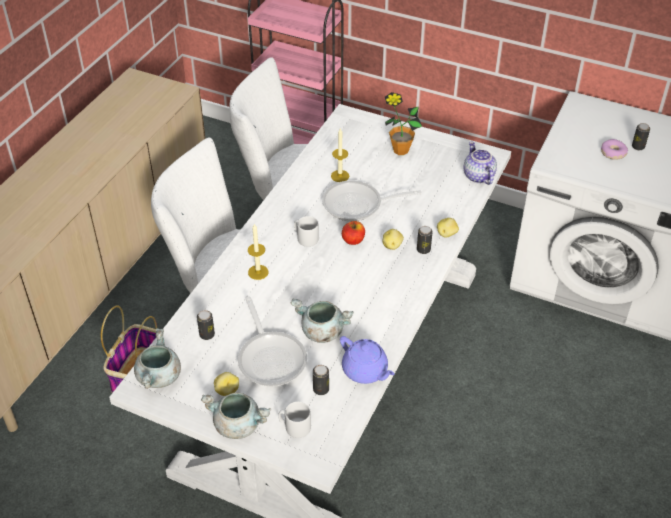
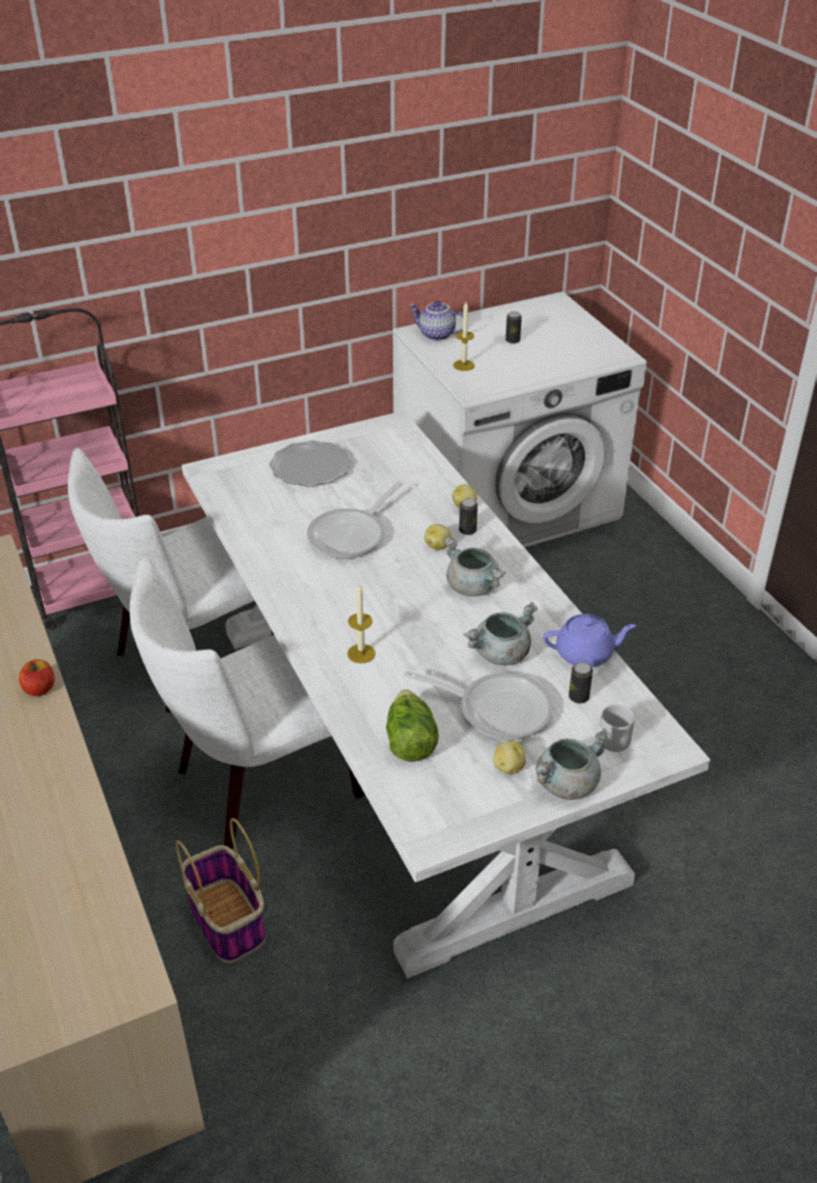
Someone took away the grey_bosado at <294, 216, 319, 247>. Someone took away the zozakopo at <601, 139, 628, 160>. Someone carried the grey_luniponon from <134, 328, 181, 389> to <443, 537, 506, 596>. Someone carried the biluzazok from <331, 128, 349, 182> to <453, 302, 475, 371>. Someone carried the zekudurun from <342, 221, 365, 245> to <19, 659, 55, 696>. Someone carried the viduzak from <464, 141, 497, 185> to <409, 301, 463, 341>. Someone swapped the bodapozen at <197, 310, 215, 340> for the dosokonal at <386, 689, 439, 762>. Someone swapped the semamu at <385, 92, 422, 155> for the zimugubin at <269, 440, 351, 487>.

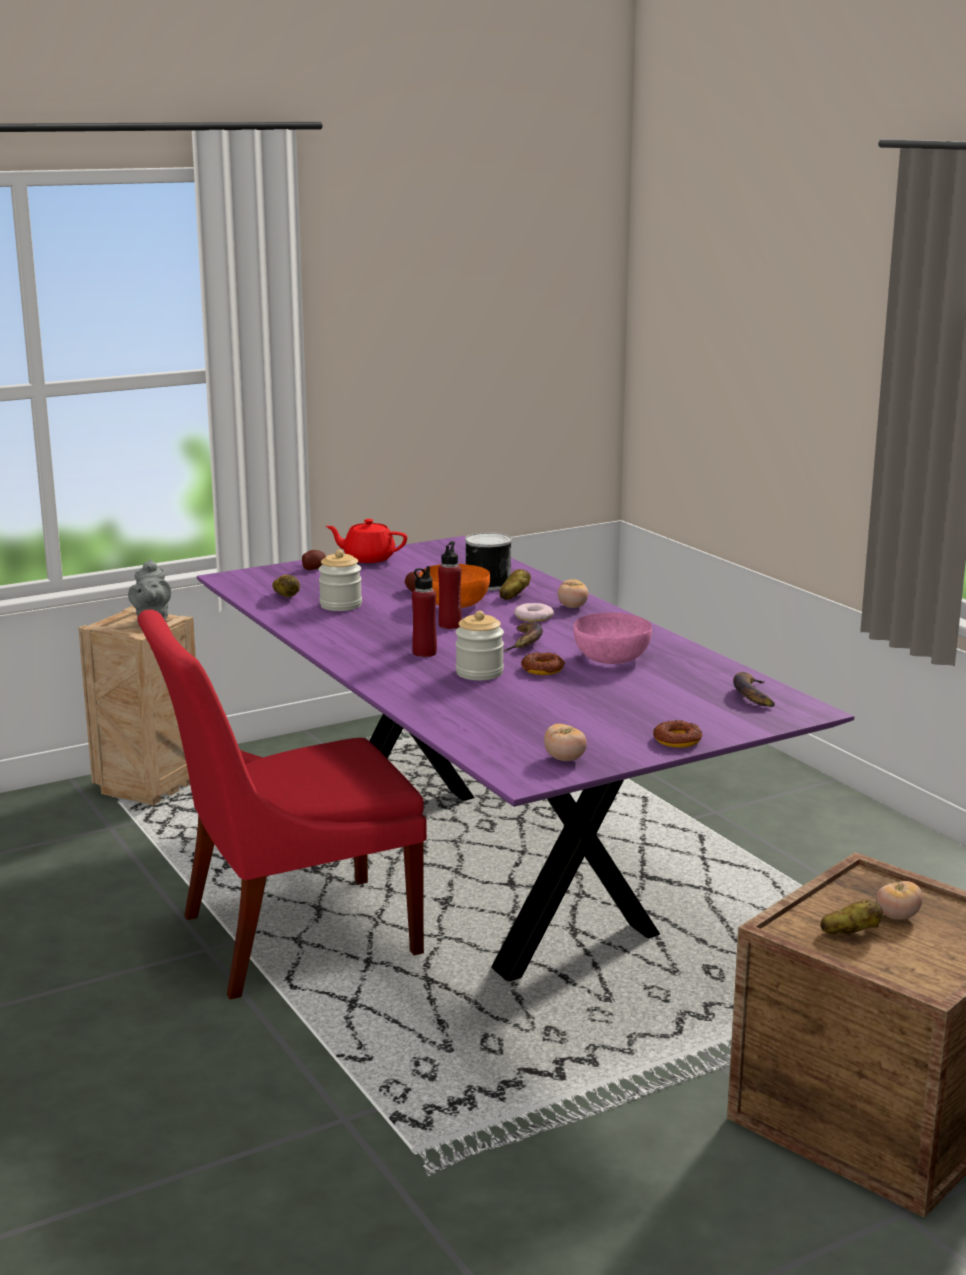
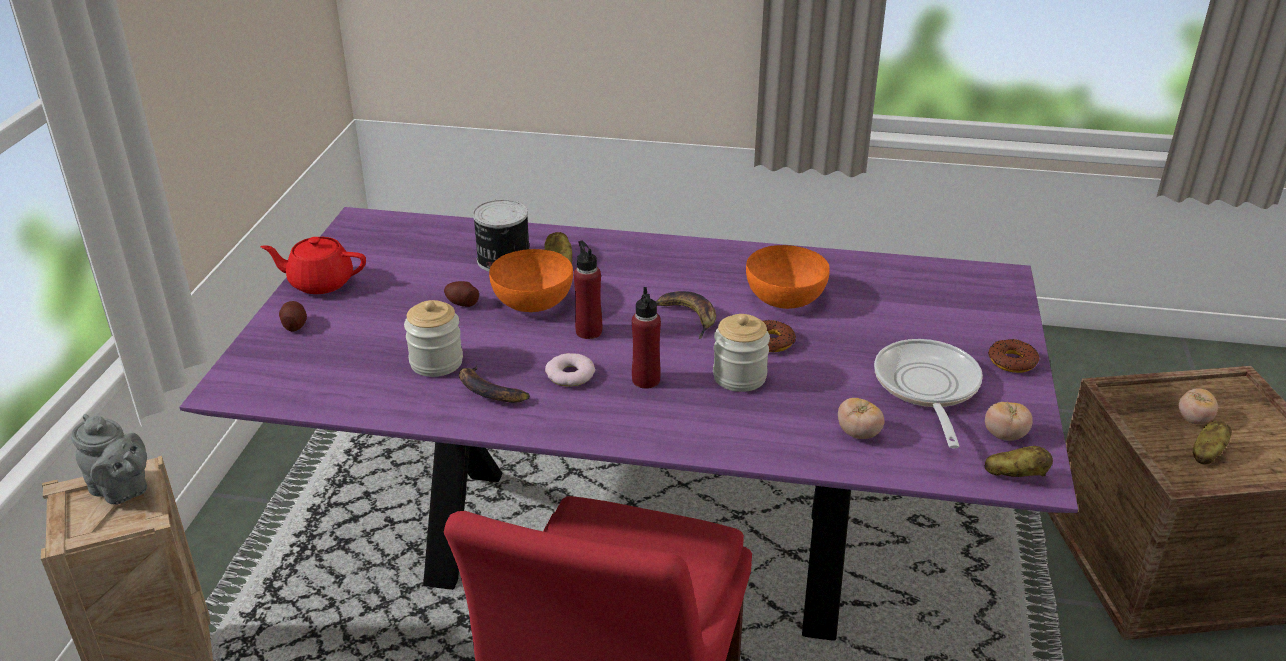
Someone put down the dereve at <874, 339, 983, 448>. Someone carried the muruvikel from <272, 575, 300, 597> to <985, 446, 1053, 477>. Someone carried the zozakopo from <514, 603, 554, 622> to <545, 353, 595, 387>. Someone carried the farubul from <558, 579, 588, 608> to <838, 398, 884, 439>. Someone carried the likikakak from <733, 672, 775, 707> to <459, 365, 530, 403>. Someone repainted the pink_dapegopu at <573, 612, 652, 664>, which became the orange_dapegopu at <746, 245, 830, 309>. Someone rotated the red_viduzak at <326, 519, 407, 563> by 45 degrees clockwise.

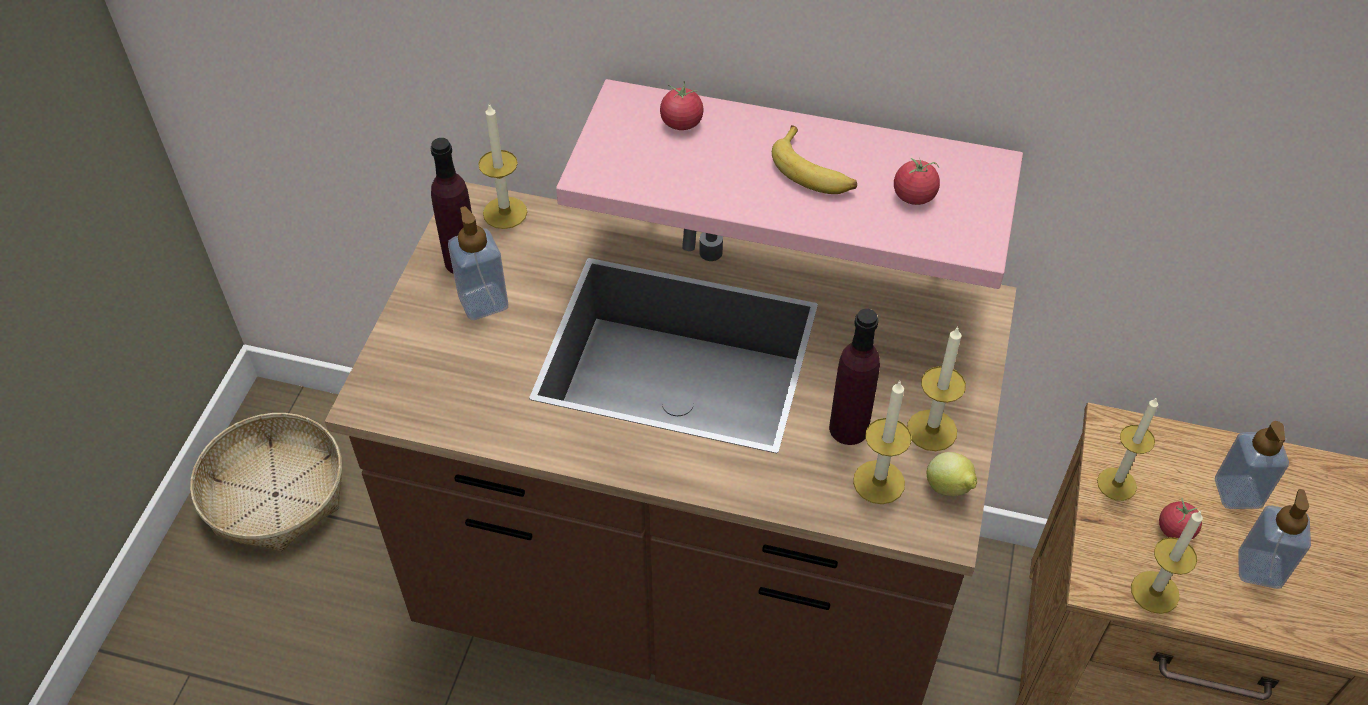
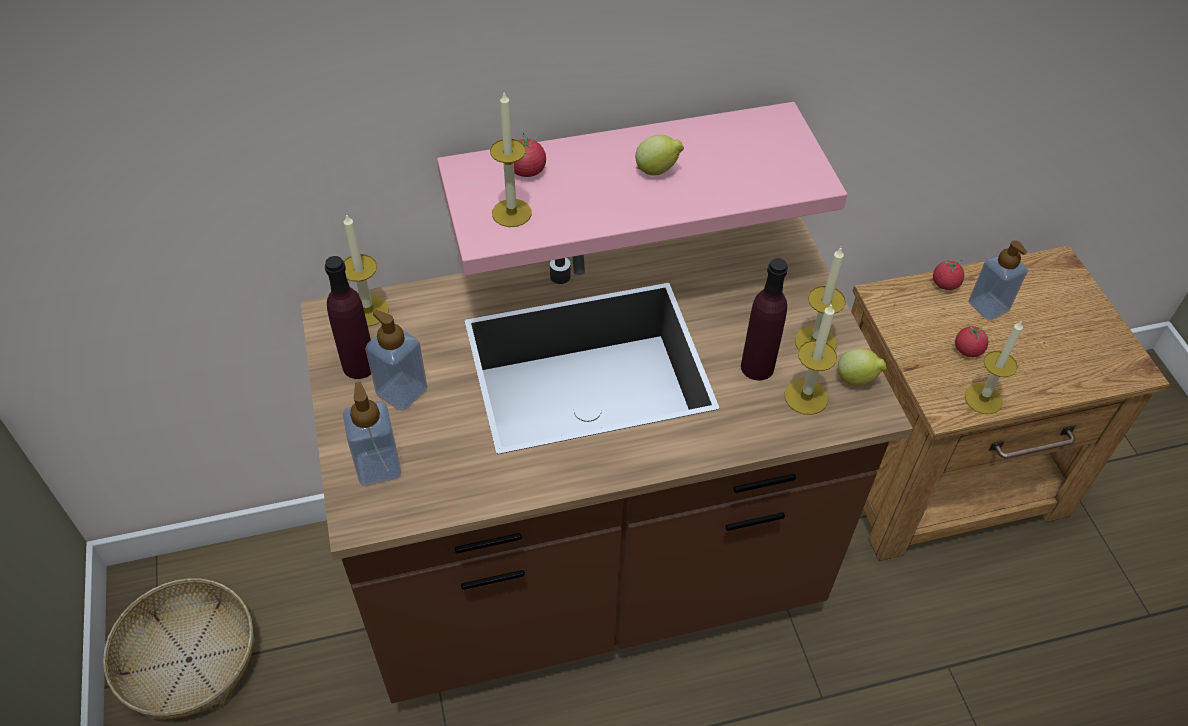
Someone carried the farubul from <894, 157, 940, 205> to <933, 259, 964, 290>. Someone carried the biluzazok from <1097, 397, 1158, 501> to <490, 93, 532, 227>. Someone carried the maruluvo from <1238, 489, 1311, 589> to <343, 382, 401, 485>. Someone swapped the likikakak at <772, 125, 857, 194> for the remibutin at <635, 135, 684, 176>.

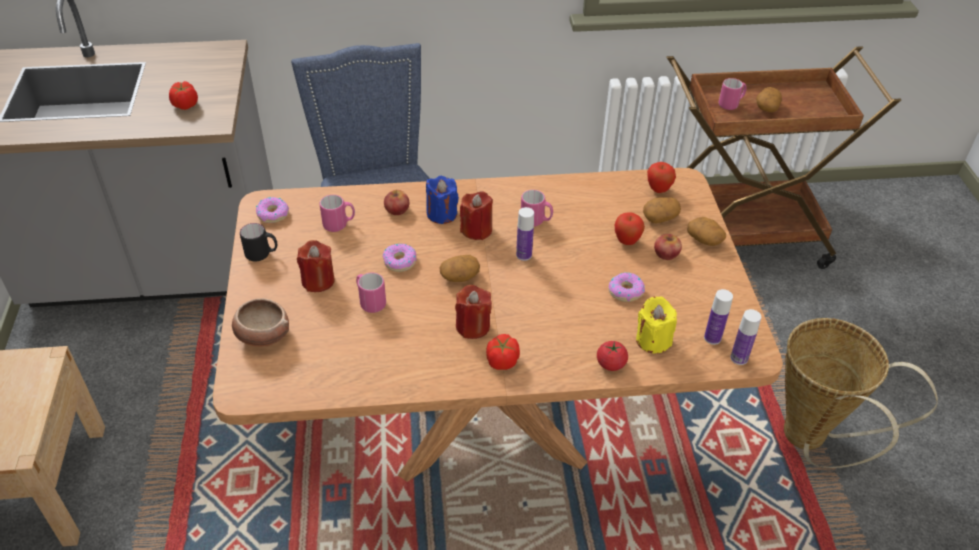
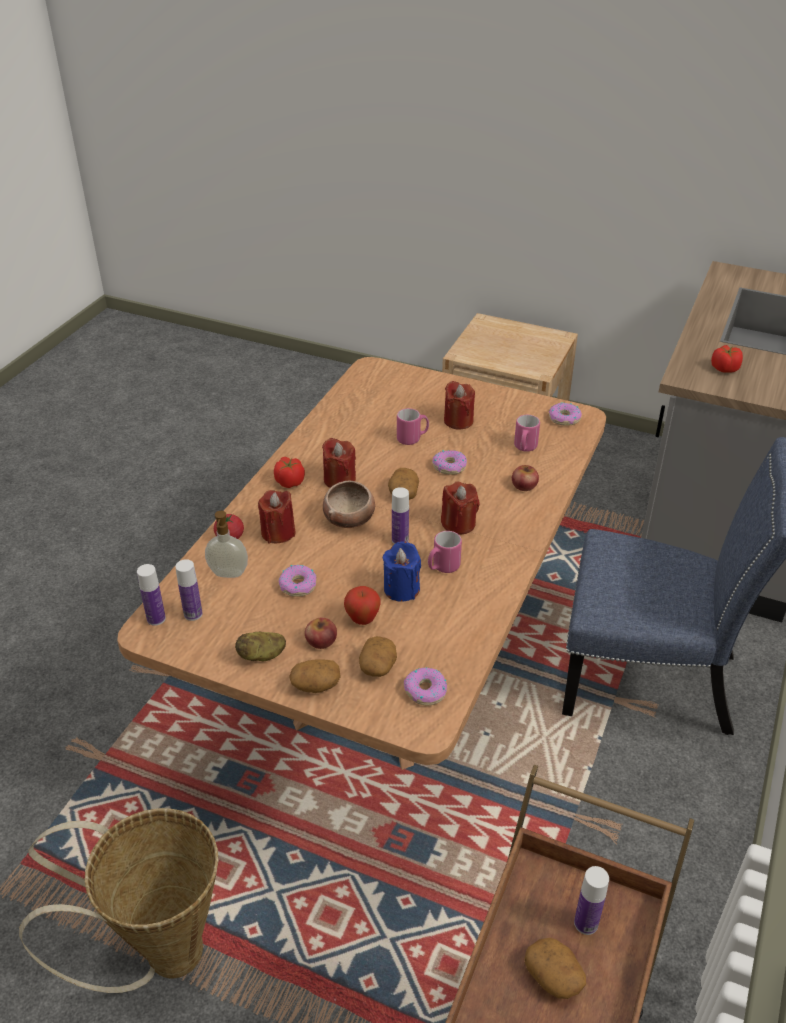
Someone took away the black_bosado at <240, 223, 277, 261>. Someone put down the muruvikel at <235, 631, 286, 661>. Someone put down the red_biluzazok at <258, 490, 295, 543>. Someone carried the dapegopu from <232, 298, 289, 347> to <323, 481, 375, 528>. Someone carried the blue_biluzazok from <426, 176, 459, 224> to <383, 541, 421, 602>. Someone swapped the yellow_biluzazok at <636, 297, 677, 353> for the maruluvo at <205, 511, 248, 578>. Someone swapped the zekudurun at <647, 162, 676, 193> for the zozakopo at <404, 667, 447, 705>. Someone swapped the pink_bosado at <719, 78, 747, 110> for the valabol at <574, 866, 609, 935>.

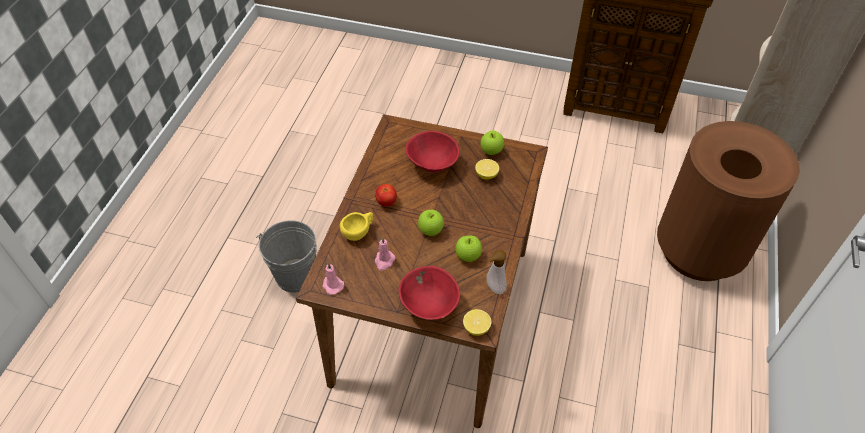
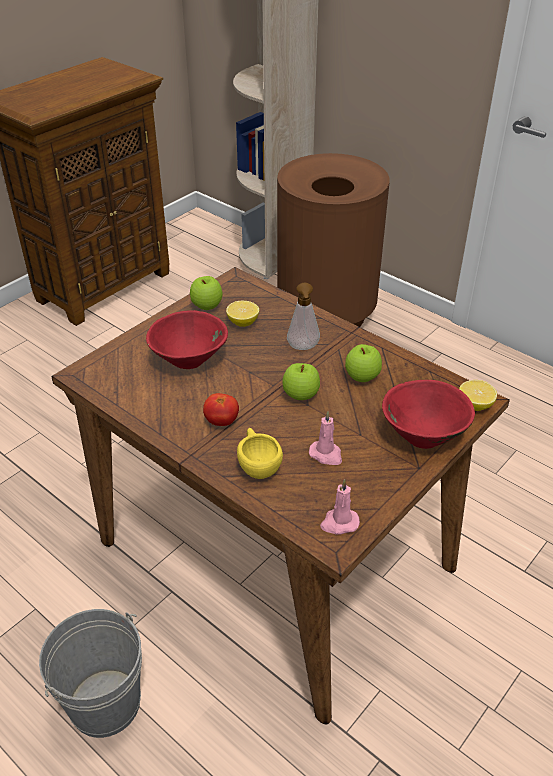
Someone carried the maruluvo from <486, 250, 507, 294> to <287, 283, 320, 350>.

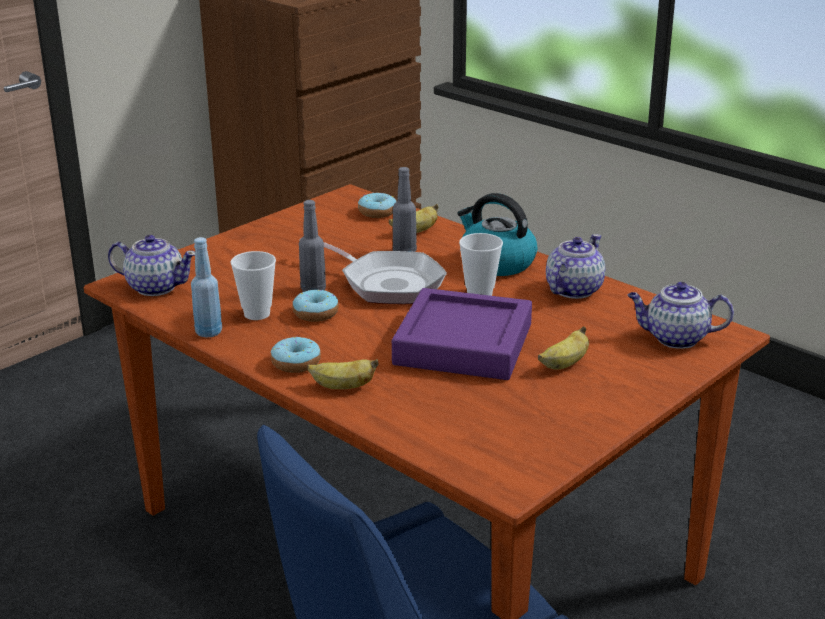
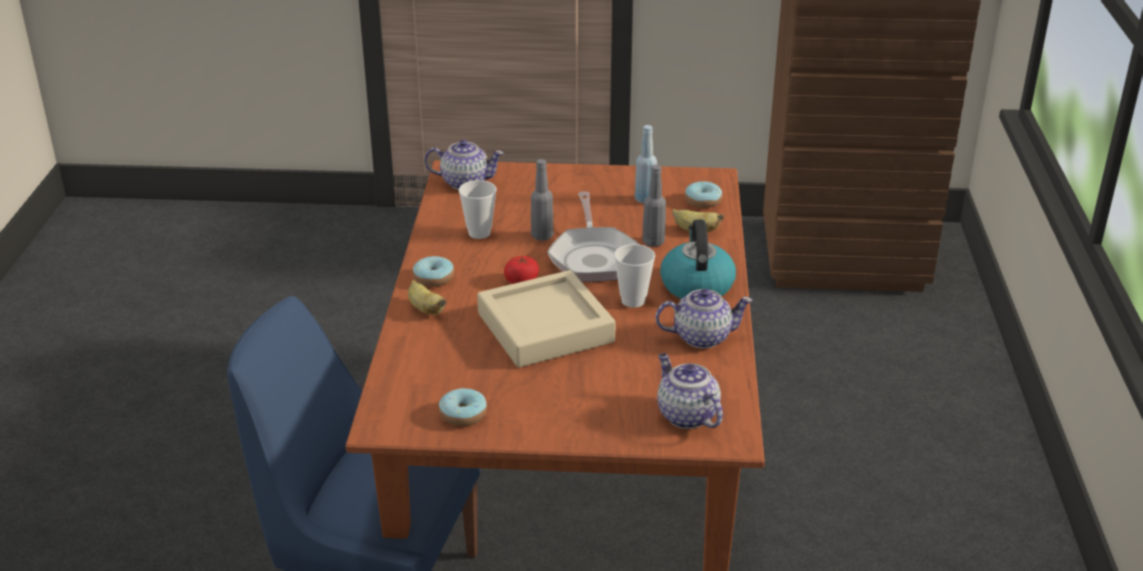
Someone took away the likikakak at <538, 326, 589, 369>. Someone put down the farubul at <504, 256, 539, 284>. Someone carried the blue_valabol from <191, 237, 222, 338> to <635, 125, 657, 203>. Someone carried the zozakopo from <292, 290, 339, 322> to <439, 388, 487, 426>. Someone repainted the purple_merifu at <392, 288, 532, 380>, which became the beige_merifu at <477, 270, 616, 368>. Someone rotated the viduzak at <108, 235, 195, 296> by 60 degrees counterclockwise.

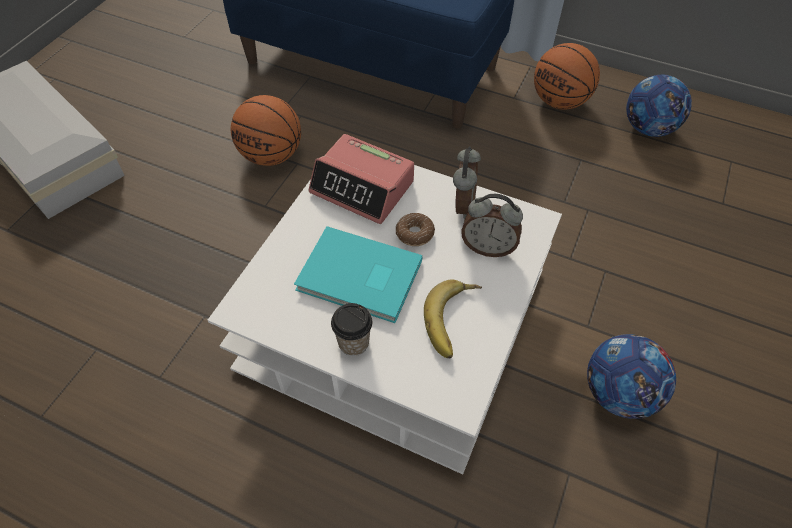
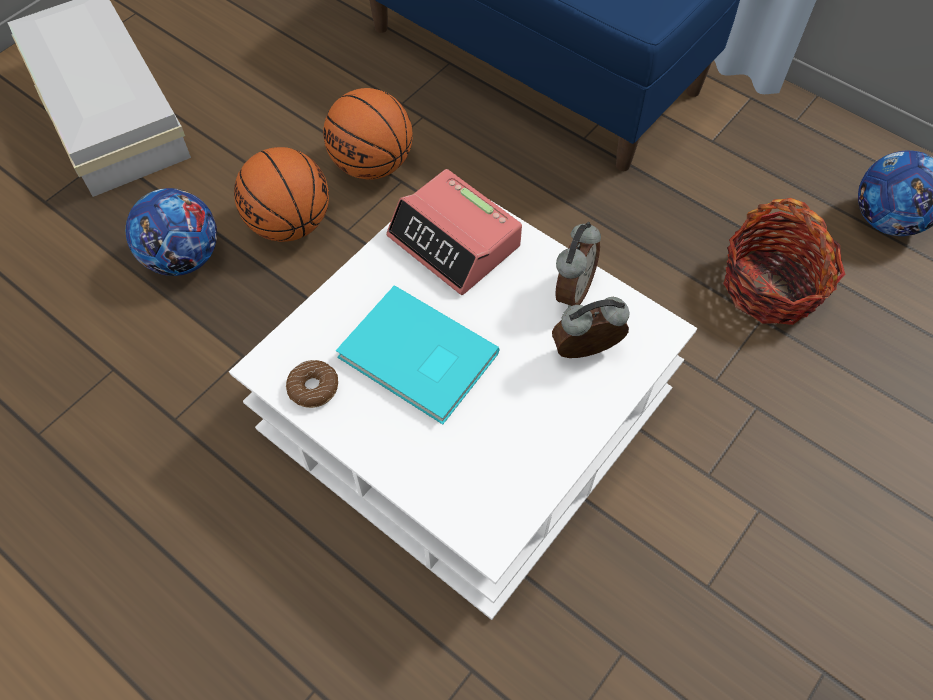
Someone took away the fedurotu at <331, 303, 372, 356>. Someone took away the likikakak at <424, 280, 482, 358>. Someone put down the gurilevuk at <723, 198, 846, 325>. Someone carried the zozakopo from <396, 213, 435, 246> to <286, 360, 338, 408>. Someone carried the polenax from <534, 43, 600, 109> to <234, 147, 329, 242>. Someone carried the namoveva from <587, 334, 676, 419> to <126, 188, 217, 276>. Someone rotated the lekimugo at <461, 194, 523, 257> by 135 degrees clockwise.

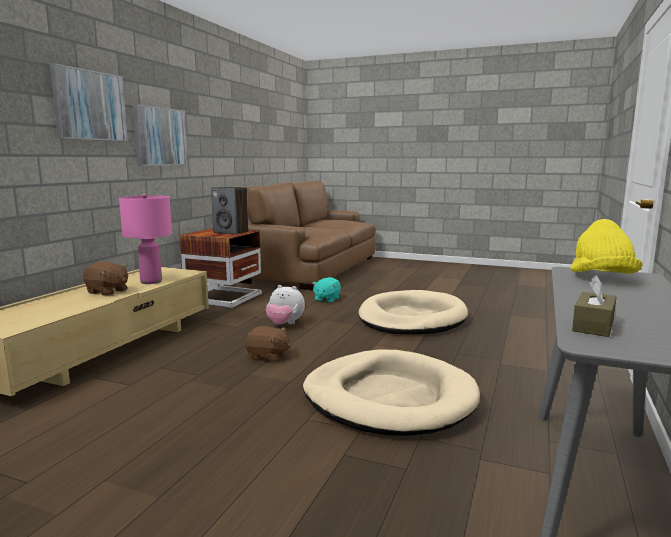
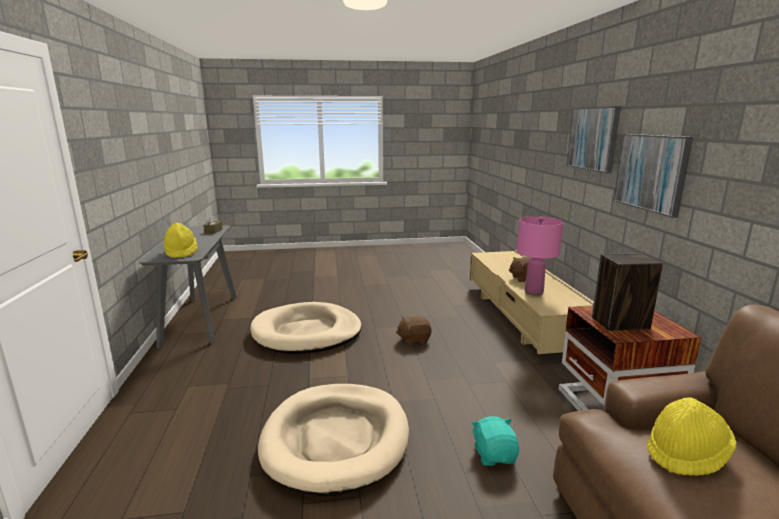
Someone took away the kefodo at <266, 285, 305, 325>. Someone put down the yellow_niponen at <647, 397, 737, 476>.

